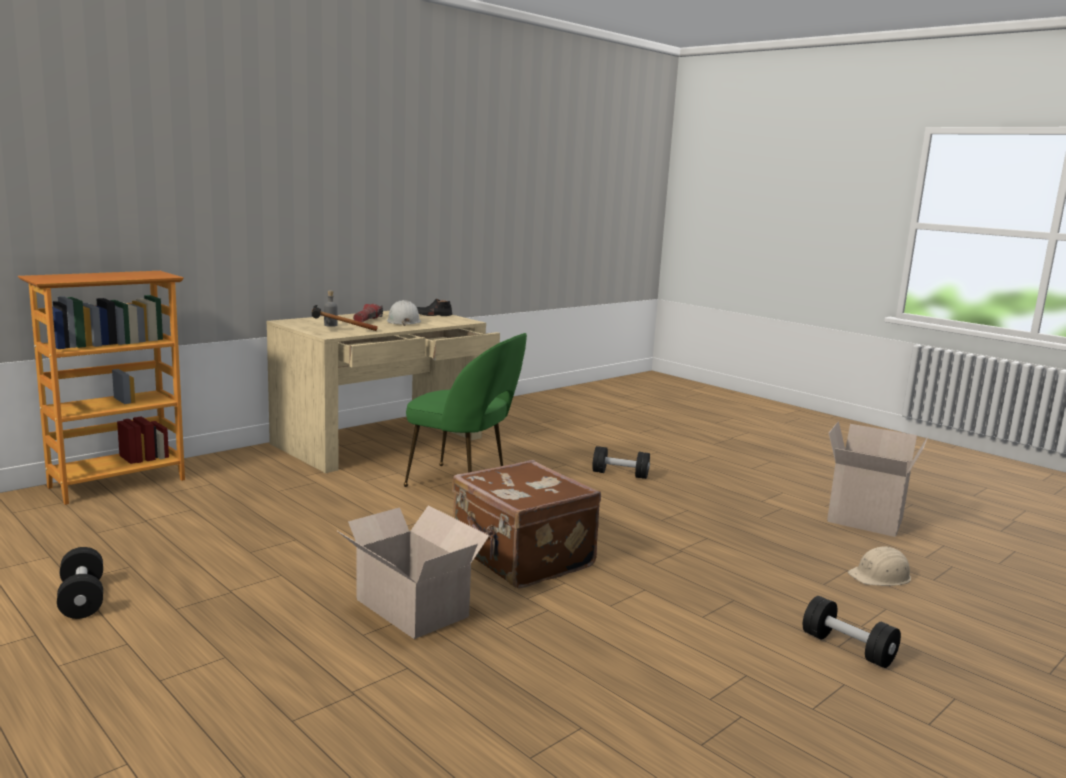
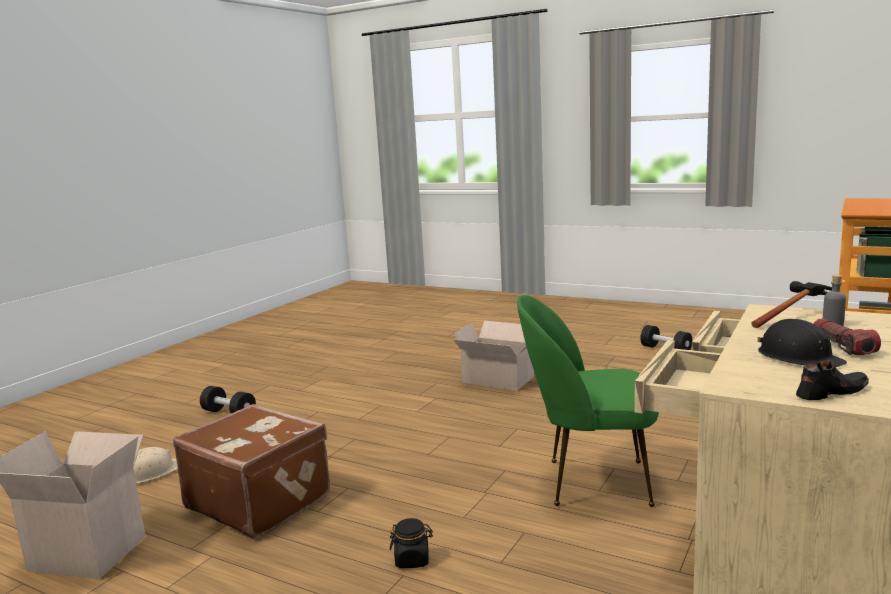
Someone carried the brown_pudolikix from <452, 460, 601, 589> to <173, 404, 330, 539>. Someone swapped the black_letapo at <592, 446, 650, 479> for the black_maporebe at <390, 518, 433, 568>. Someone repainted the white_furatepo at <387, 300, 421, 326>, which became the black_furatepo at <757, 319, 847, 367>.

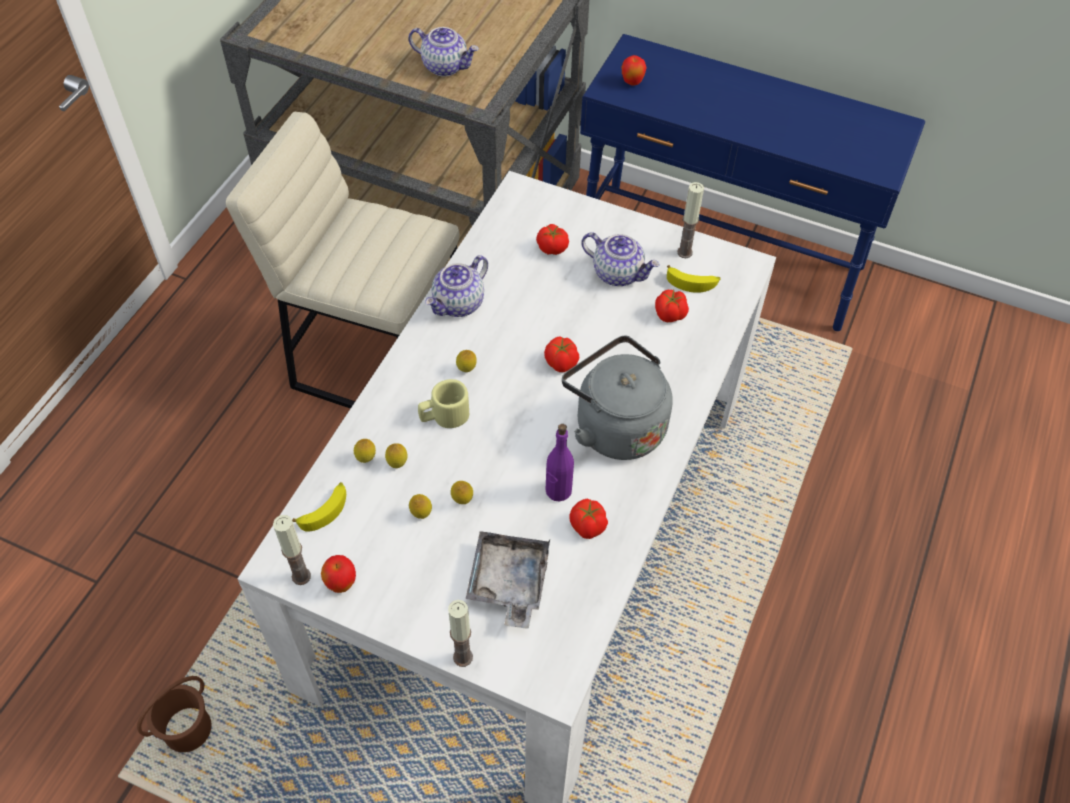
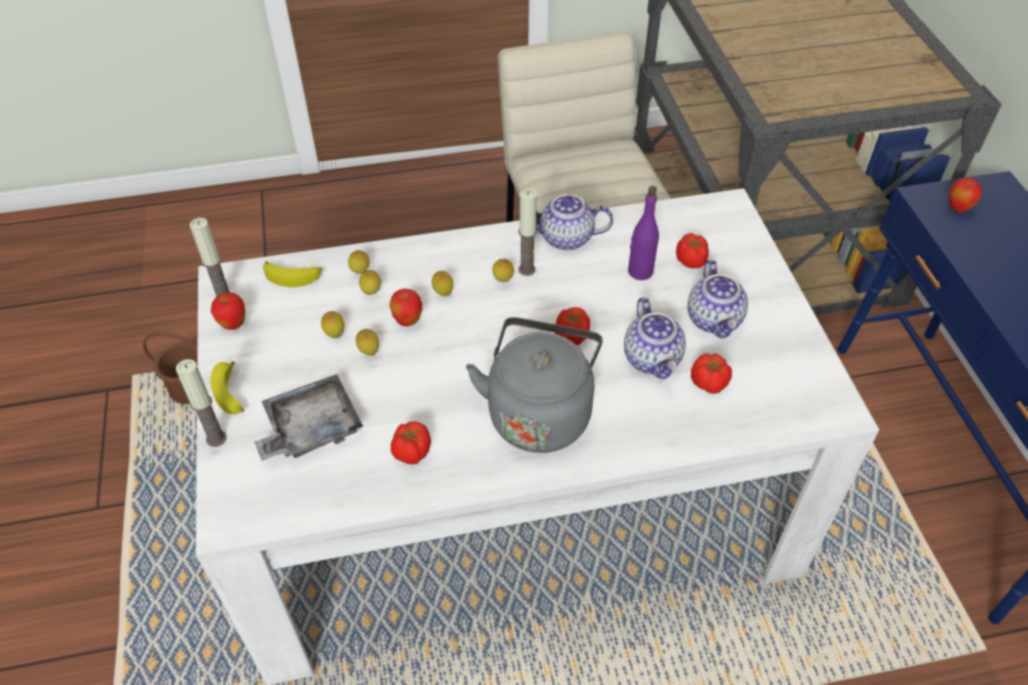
Someone put down the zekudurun at <389, 289, 422, 327>. Someone carried the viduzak from <409, 27, 479, 77> to <624, 297, 686, 380>. Someone carried the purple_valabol from <546, 424, 574, 502> to <628, 186, 659, 280>. Someone carried the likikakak from <667, 265, 720, 293> to <210, 361, 244, 414>. Someone carried the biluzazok from <677, 182, 704, 258> to <518, 189, 537, 276>. Someone swapped the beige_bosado at <418, 379, 469, 428> for the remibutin at <432, 271, 453, 296>.

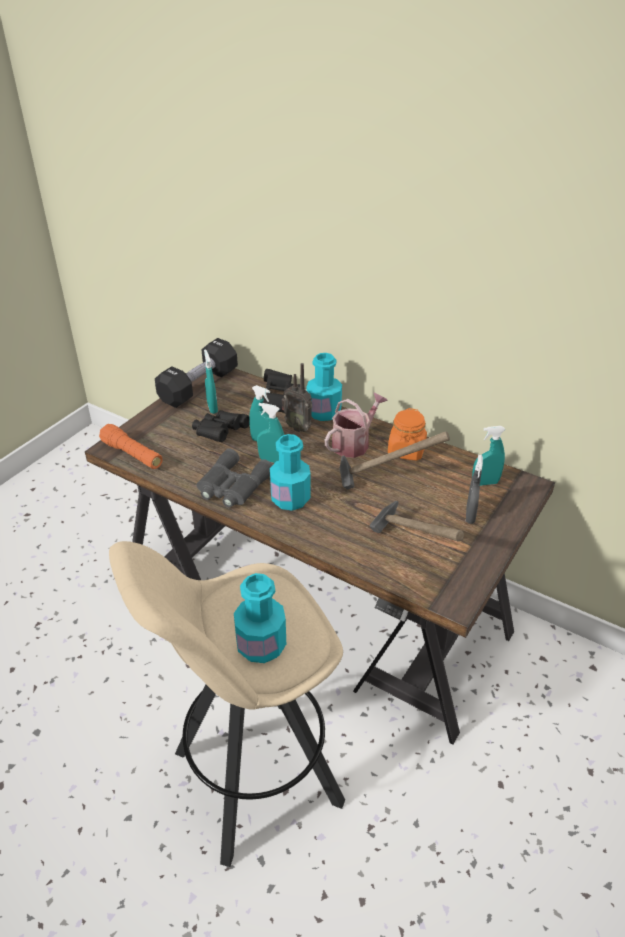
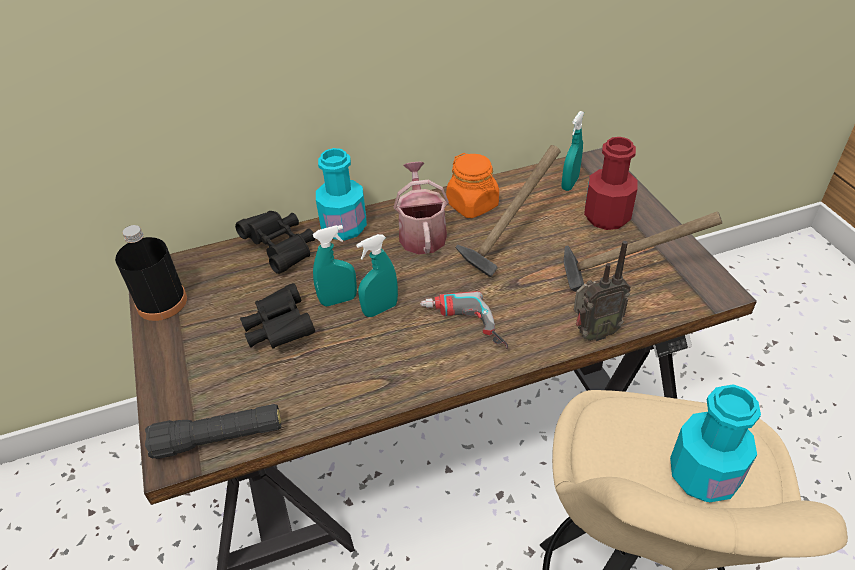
Someone took away the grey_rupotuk at <197, 448, 272, 508>. Someone took away the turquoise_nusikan at <204, 349, 218, 414>. Someone carried the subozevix from <282, 363, 312, 432> to <574, 241, 631, 341>. Someone swapped the black_letapo at <155, 338, 238, 408> for the black_valabol at <115, 225, 187, 321>. Someone swapped the turquoise_valabol at <270, 434, 311, 511> for the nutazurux at <420, 291, 508, 349>. Someone swapped the grey_nusikan at <466, 455, 483, 524> for the red_valabol at <584, 137, 638, 230>. Someone repainted the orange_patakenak at <99, 424, 163, 469>, which became the black_patakenak at <145, 404, 281, 459>.

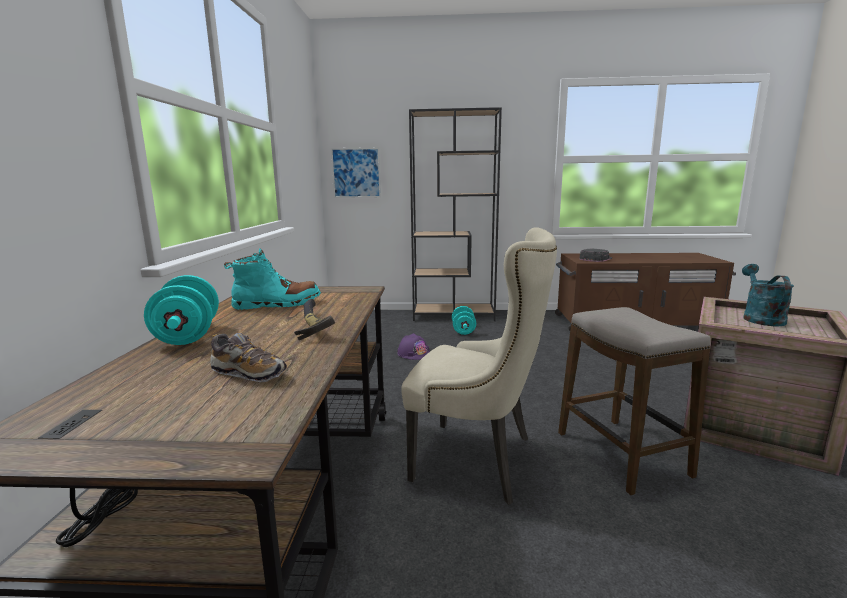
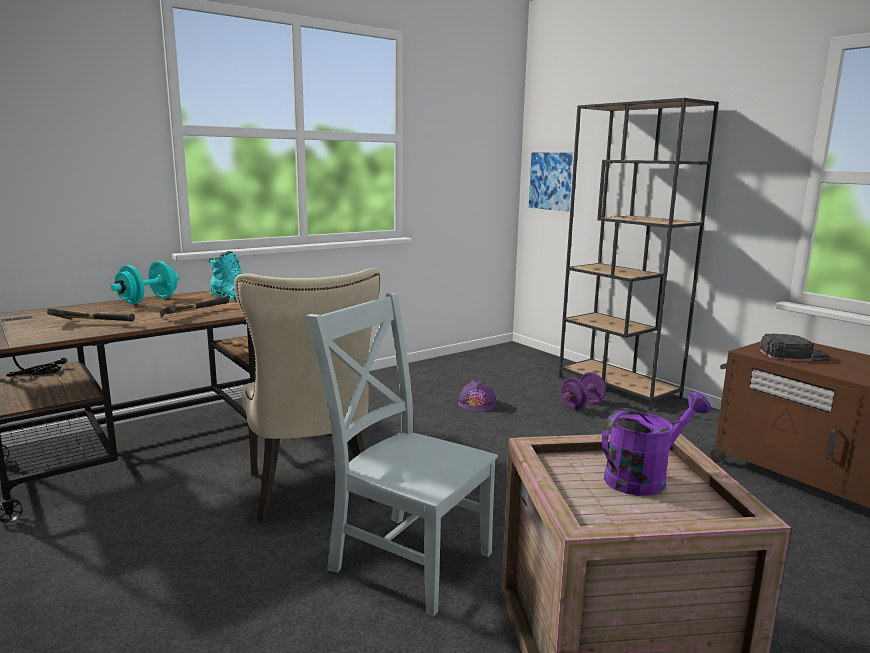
Someone swapped the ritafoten at <210, 333, 287, 382> for the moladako at <47, 308, 135, 322>. Someone swapped the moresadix at <558, 307, 711, 495> for the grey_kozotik at <306, 292, 498, 617>. Someone repainted the turquoise_letapo at <452, 306, 476, 335>, which became the purple_letapo at <561, 372, 606, 410>. Someone repainted the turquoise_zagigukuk at <742, 264, 794, 326>, which became the purple_zagigukuk at <602, 392, 711, 496>.

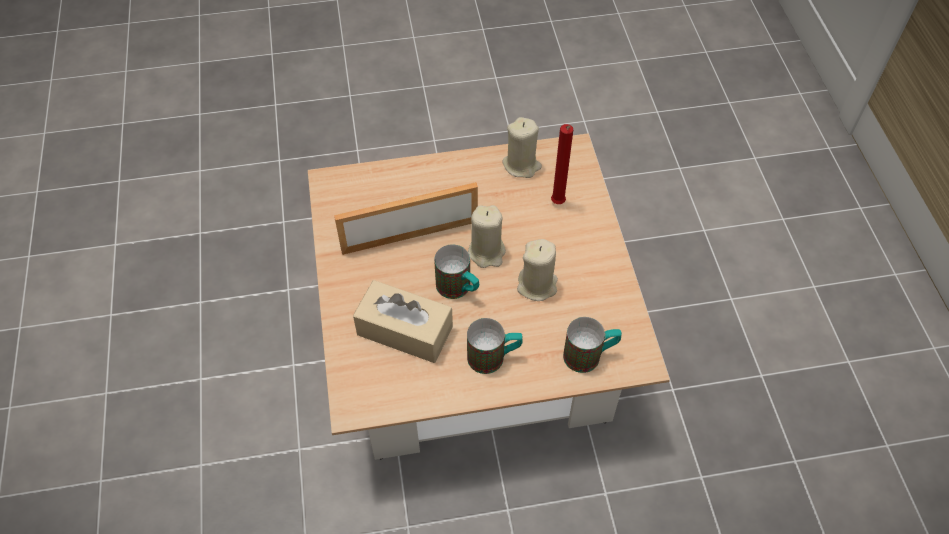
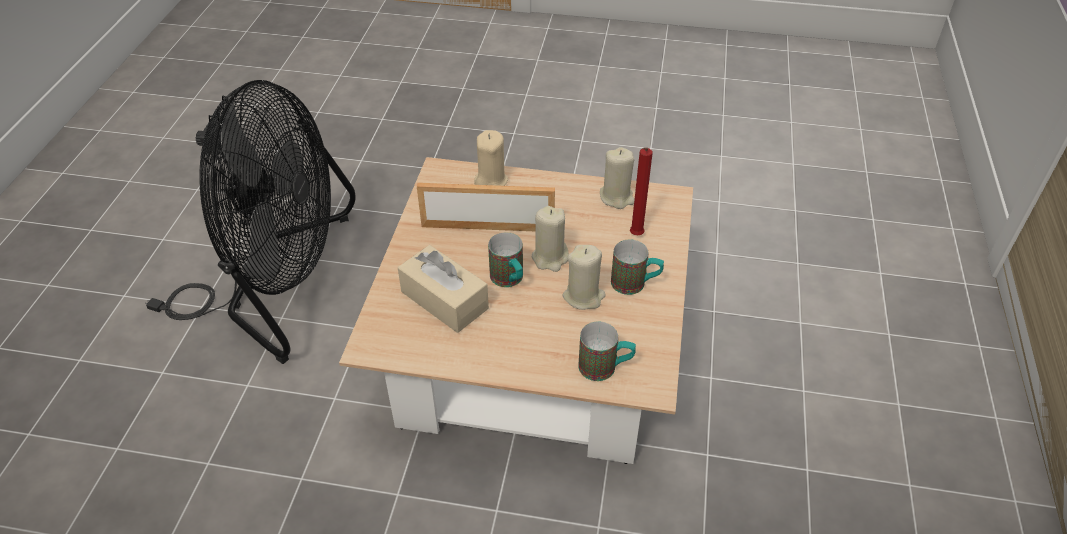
Someone put down the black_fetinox at <145, 80, 356, 364>. Someone put down the beige_biluzazok at <474, 130, 508, 186>. Someone carried the bosado from <467, 318, 523, 374> to <611, 239, 664, 295>.

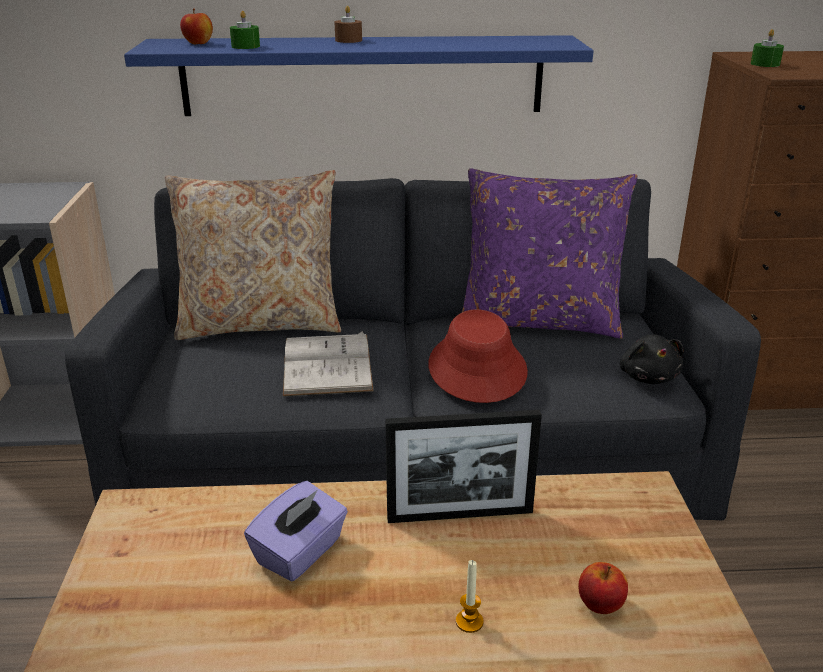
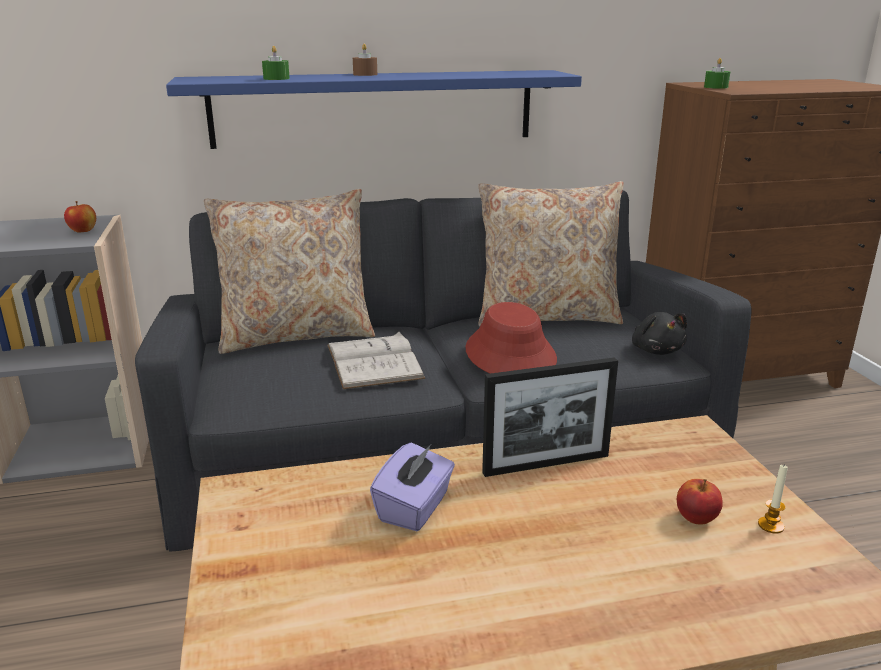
Someone carried the zekudurun from <180, 8, 213, 44> to <64, 201, 96, 233>. Someone carried the biluzazok from <456, 560, 484, 633> to <758, 465, 788, 533>. Someone repainted the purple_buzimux at <461, 168, 638, 338>, which became the beige_buzimux at <478, 181, 624, 327>.

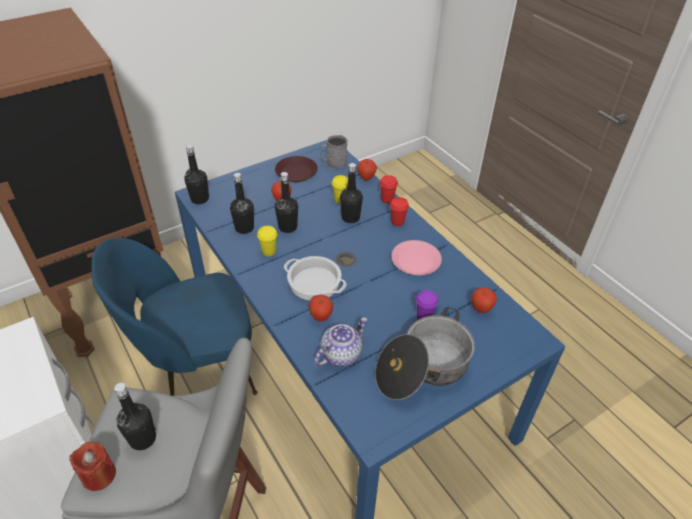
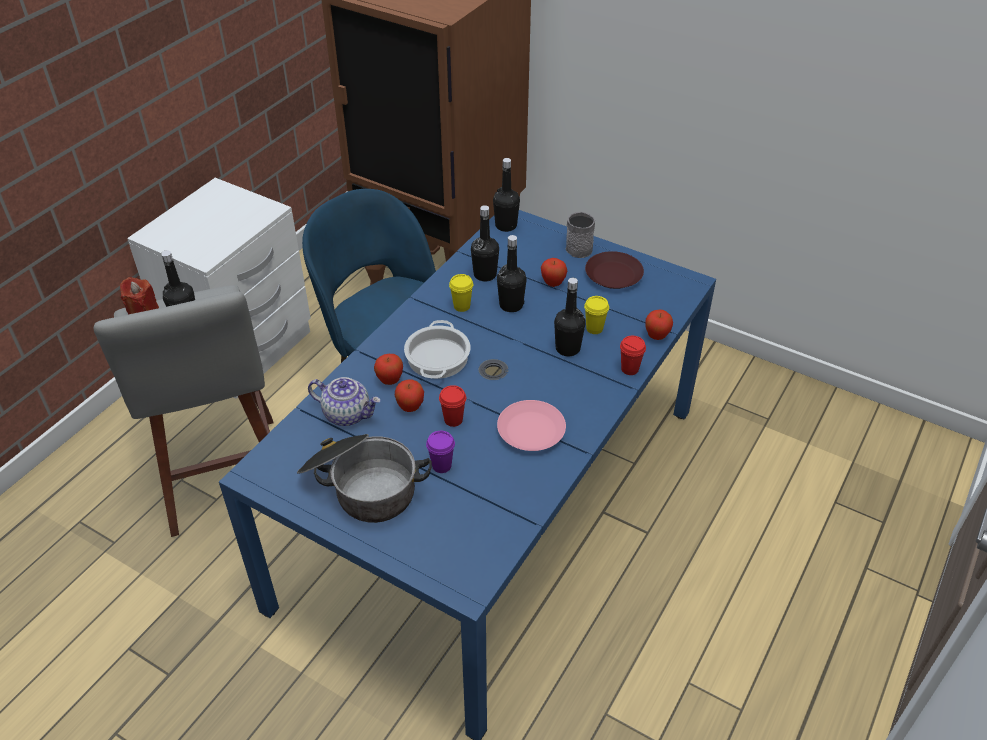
Someone carried the grey_bosado from <320, 135, 348, 169> to <566, 212, 595, 258>. Someone carried the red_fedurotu from <390, 197, 409, 226> to <439, 385, 466, 427>. Someone carried the zekudurun from <472, 287, 497, 313> to <395, 380, 424, 412>.

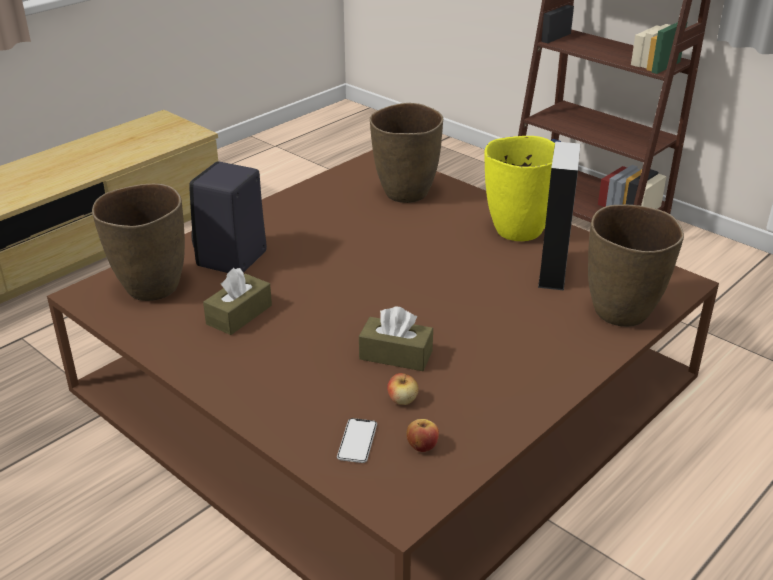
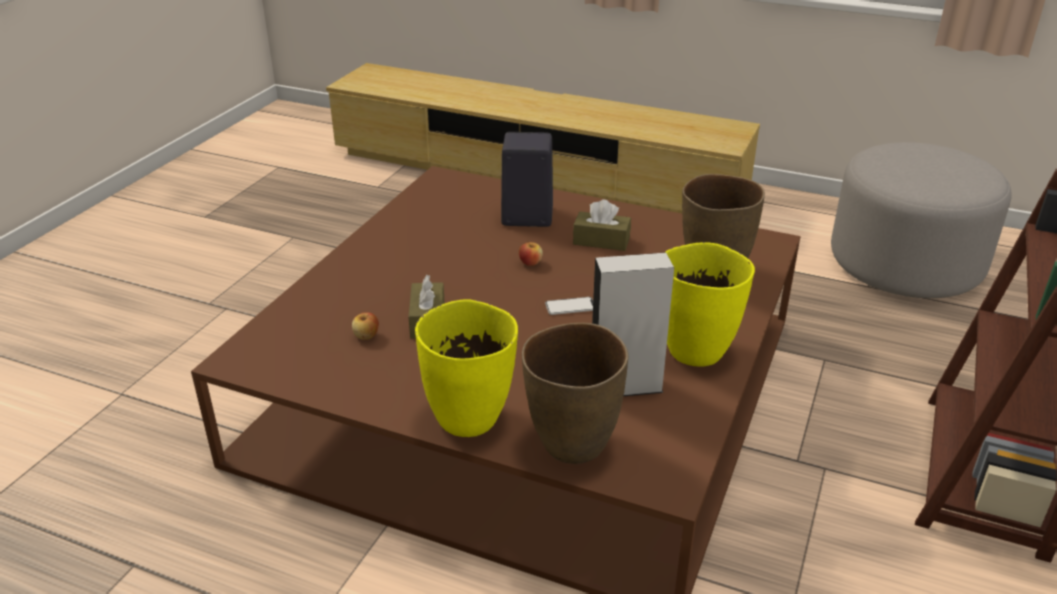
Someone took away the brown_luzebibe at <92, 184, 185, 301>. Someone put down the yellow_luzebibe at <415, 299, 518, 437>. Someone put down the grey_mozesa at <831, 142, 1012, 298>. Someone carried the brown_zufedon from <203, 268, 272, 335> to <573, 199, 631, 251>. Someone carried the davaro from <337, 418, 377, 463> to <545, 297, 593, 315>. Someone carried the zekudurun from <406, 419, 439, 452> to <519, 242, 543, 266>.

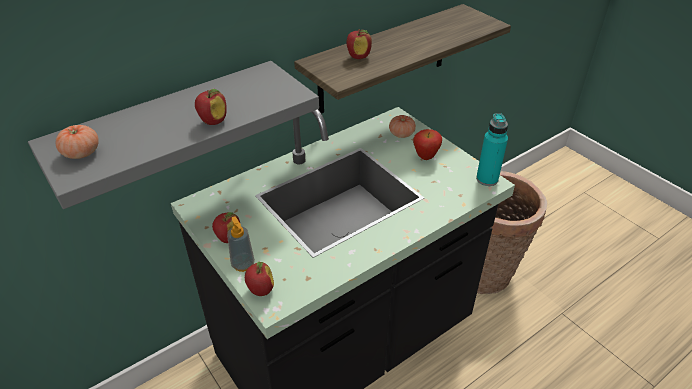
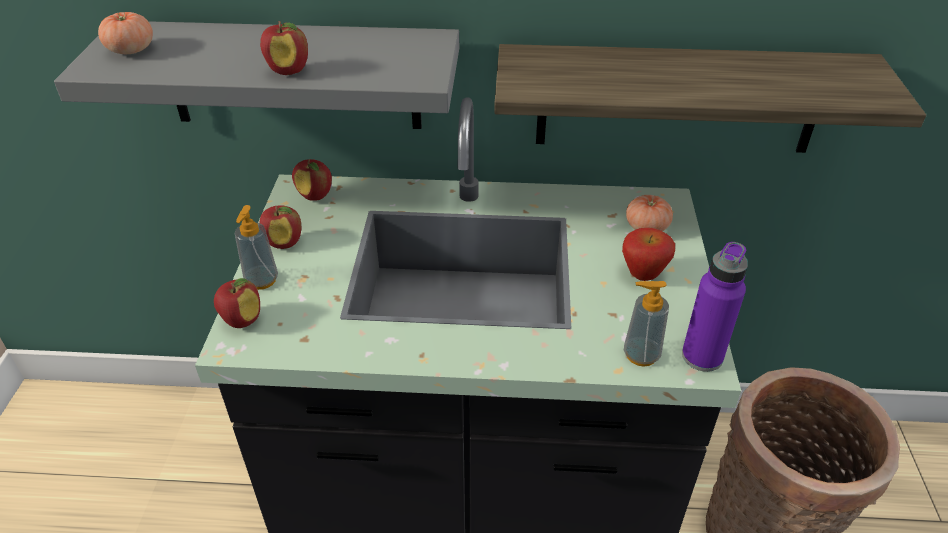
Someone put down the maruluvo at <624, 281, 669, 367>. Someone carried the zekudurun from <346, 29, 372, 59> to <292, 159, 332, 201>. Someone repainted the turquoise_valabol at <476, 113, 508, 186>, which became the purple_valabol at <682, 242, 748, 372>.

